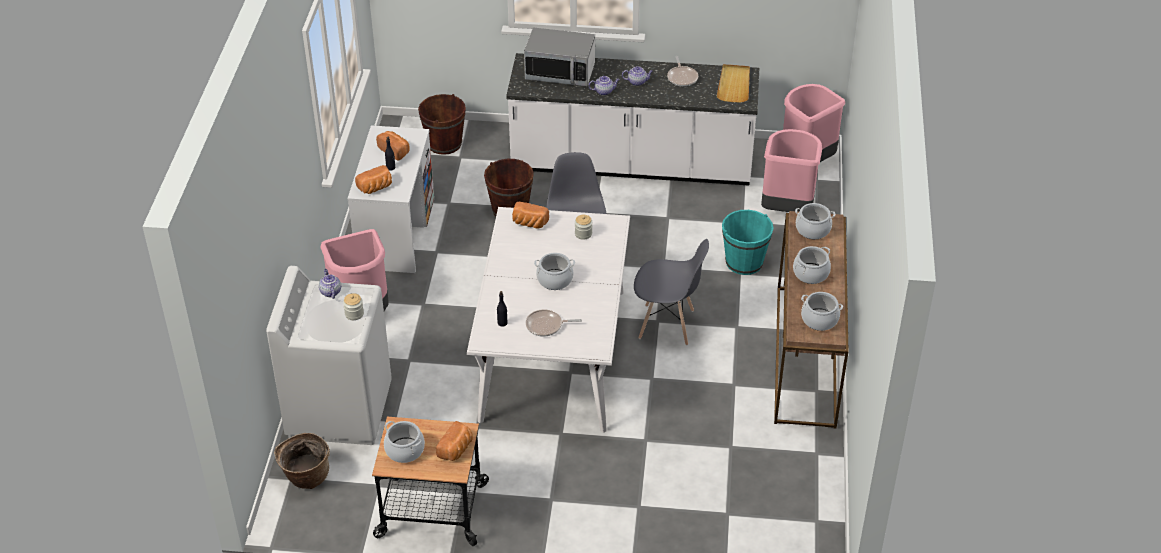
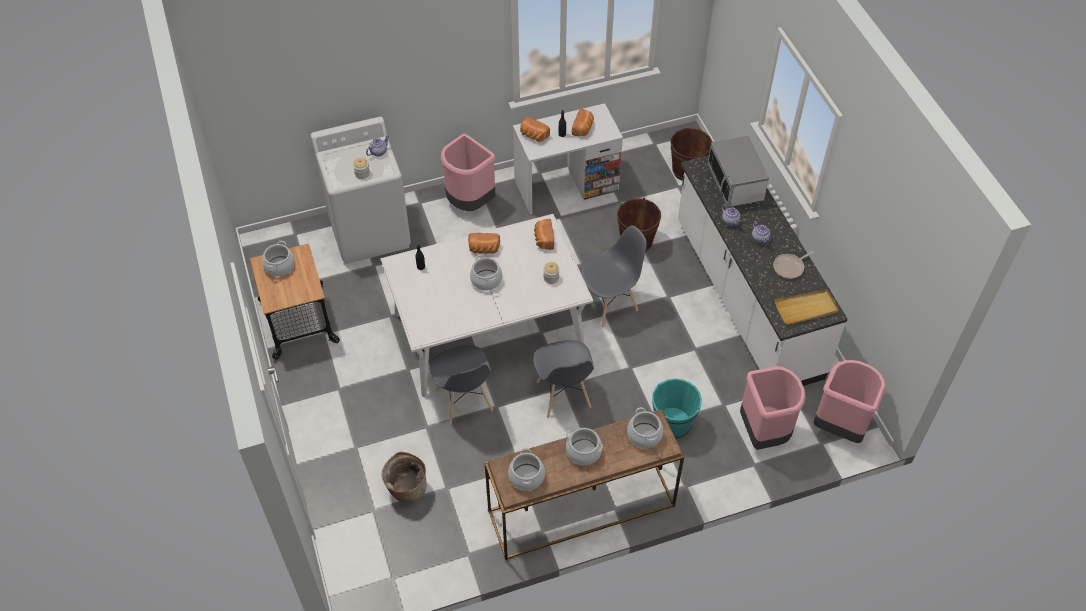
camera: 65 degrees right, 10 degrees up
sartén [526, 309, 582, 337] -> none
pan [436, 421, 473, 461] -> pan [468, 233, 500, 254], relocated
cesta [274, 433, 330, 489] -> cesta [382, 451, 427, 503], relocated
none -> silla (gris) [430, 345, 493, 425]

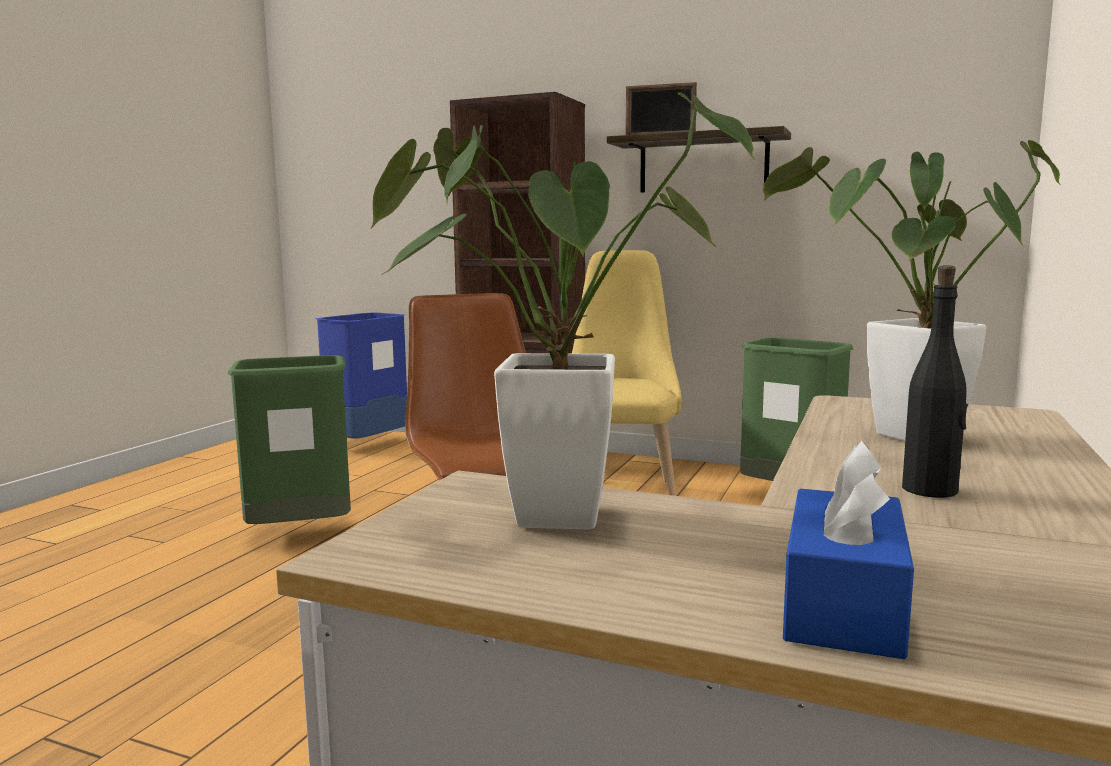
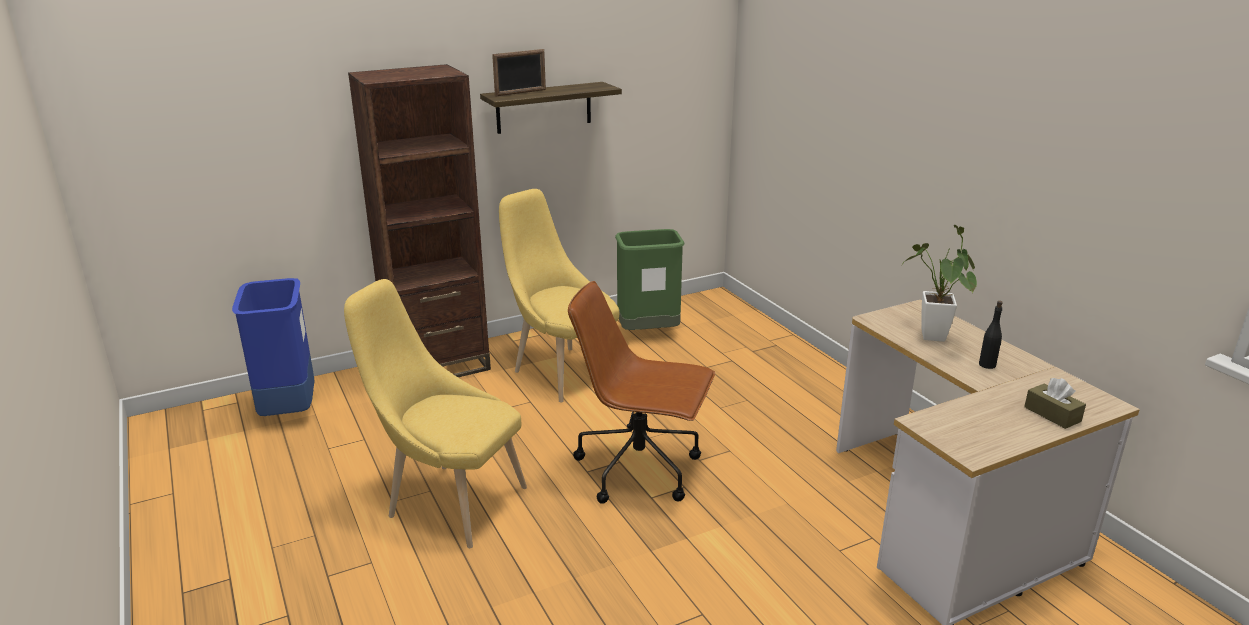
camera: 50 degrees left, 15 degrees up
planta en maceta [371, 92, 754, 530] -> none
papelera (verde) [227, 355, 351, 524] -> silla (amarillo) [344, 279, 527, 548]
caja de pañuelos (azul) [783, 441, 914, 659] -> caja de pañuelos (marrón) [1024, 378, 1086, 429]

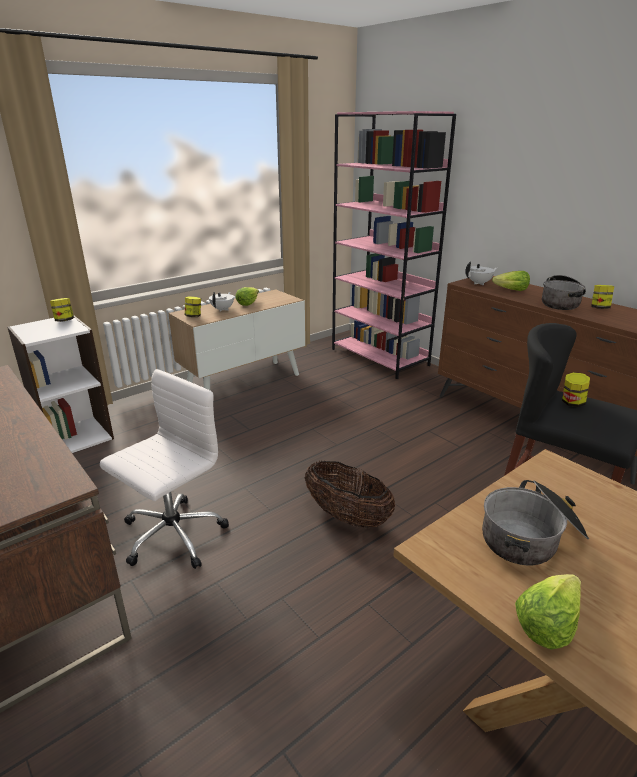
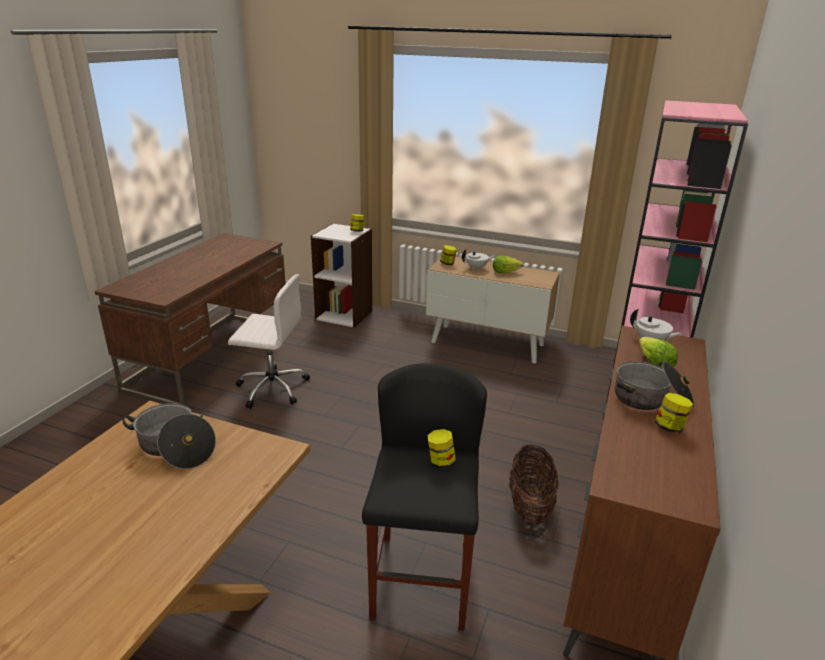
camera: 60 degrees right, 0 degrees up
cesta [305, 461, 395, 528] -> cesta [509, 444, 559, 525], relocated
lechuga [515, 574, 581, 650] -> none

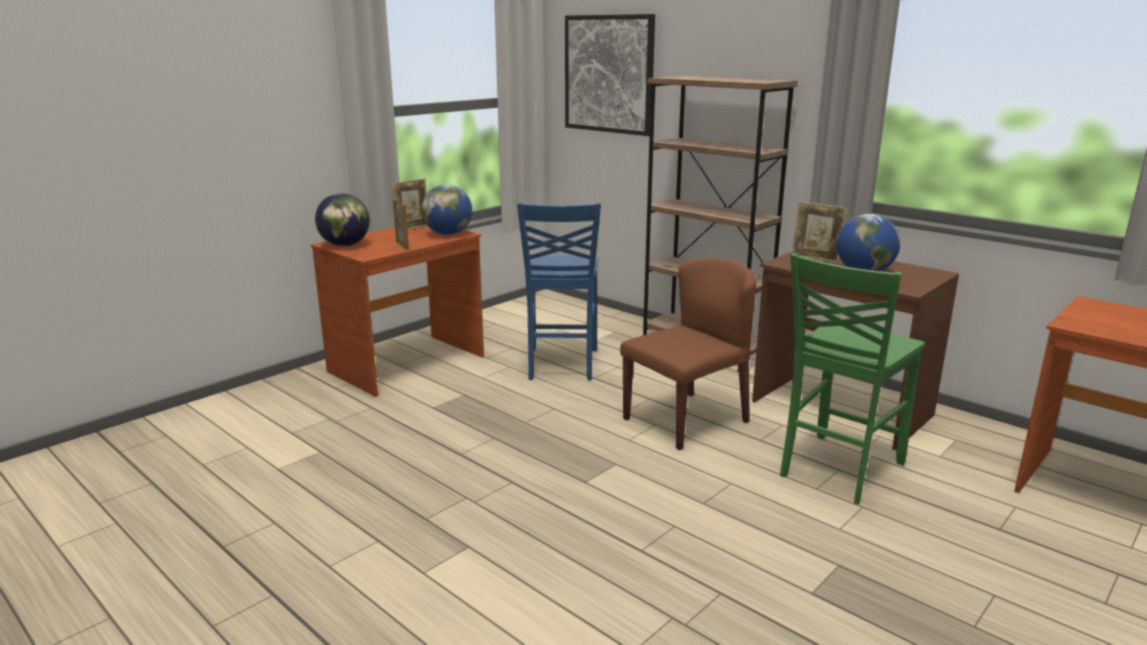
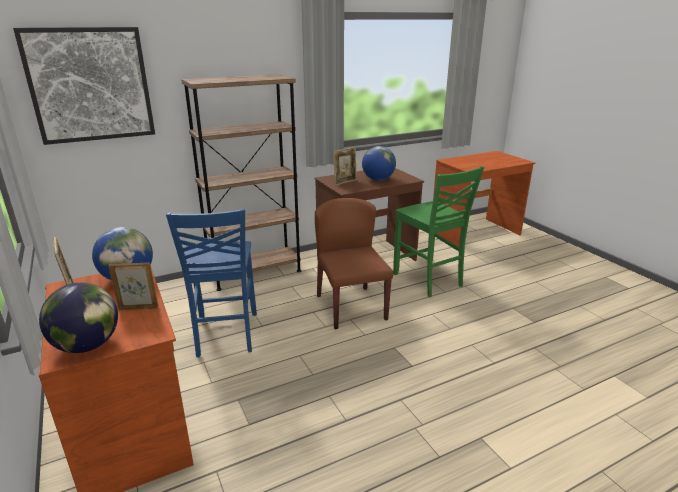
camera: 70 degrees left, 5 degrees up
silla (azul) [517, 202, 601, 381] -> silla (azul) [166, 208, 257, 357], 60 degrees clockwise

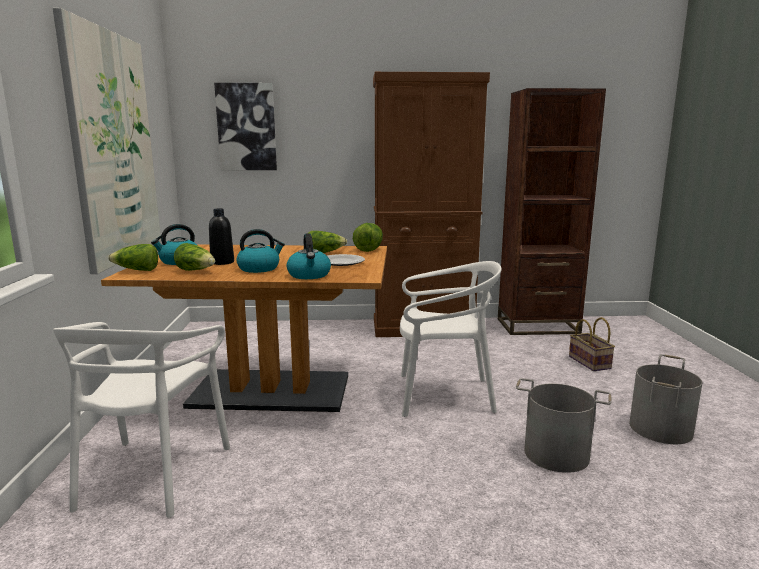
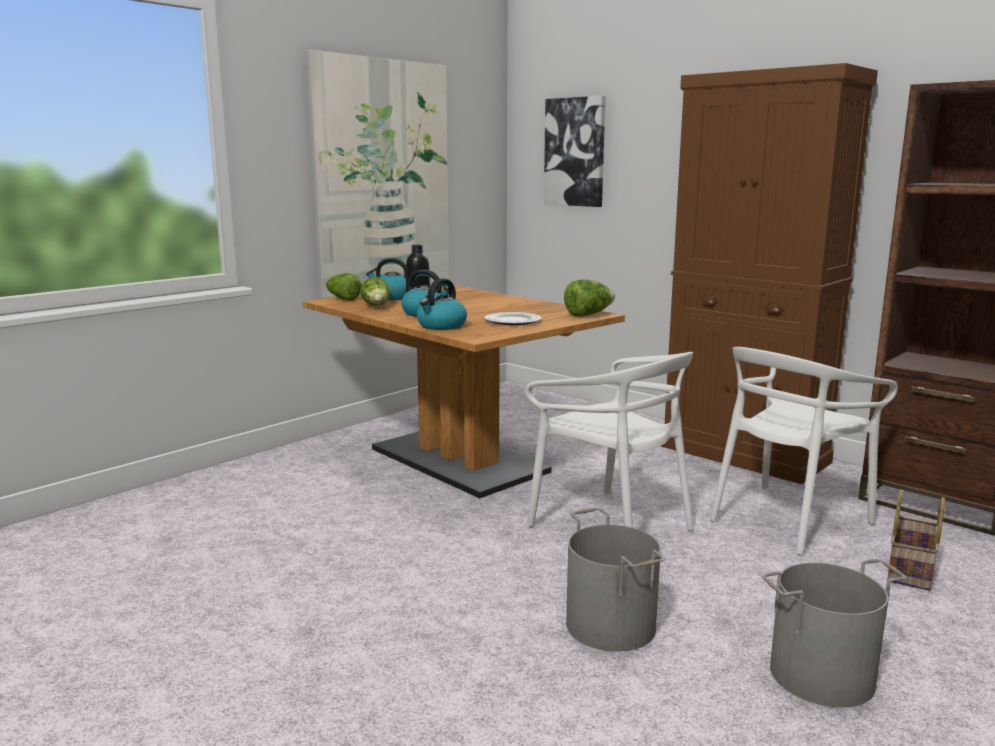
camera: 45 degrees right, 0 degrees up
lechuga [309, 231, 347, 253] -> none
silla (blanco) [53, 322, 230, 518] -> silla (blanco) [710, 347, 898, 555], relocated

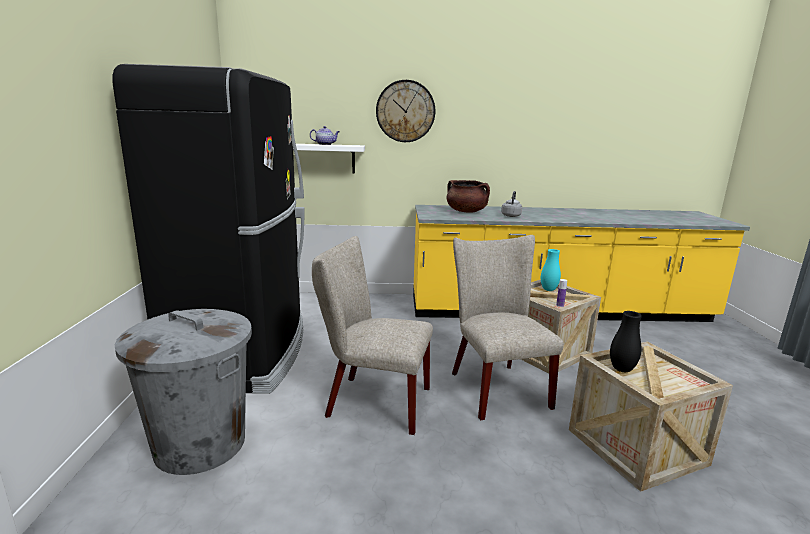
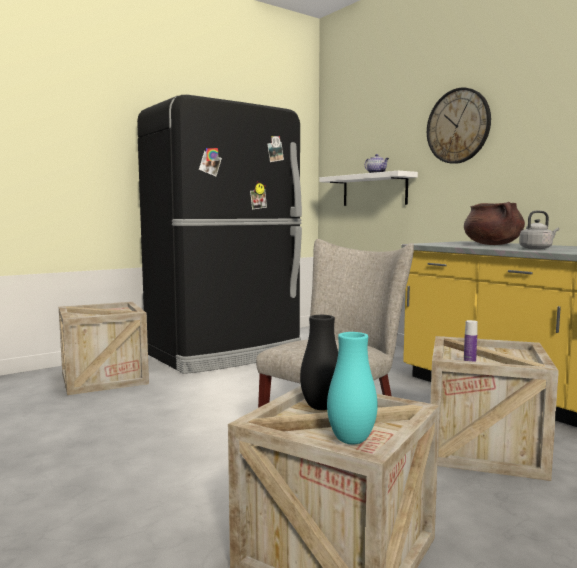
camera: 55 degrees right, 10 degrees down
silla (beis) [312, 236, 433, 435] -> none
florero (turquesa) [541, 249, 561, 291] -> florero (turquesa) [327, 332, 378, 444], relocated
papelera (gris) [115, 309, 252, 475] -> caja de embalaje [59, 302, 149, 395]

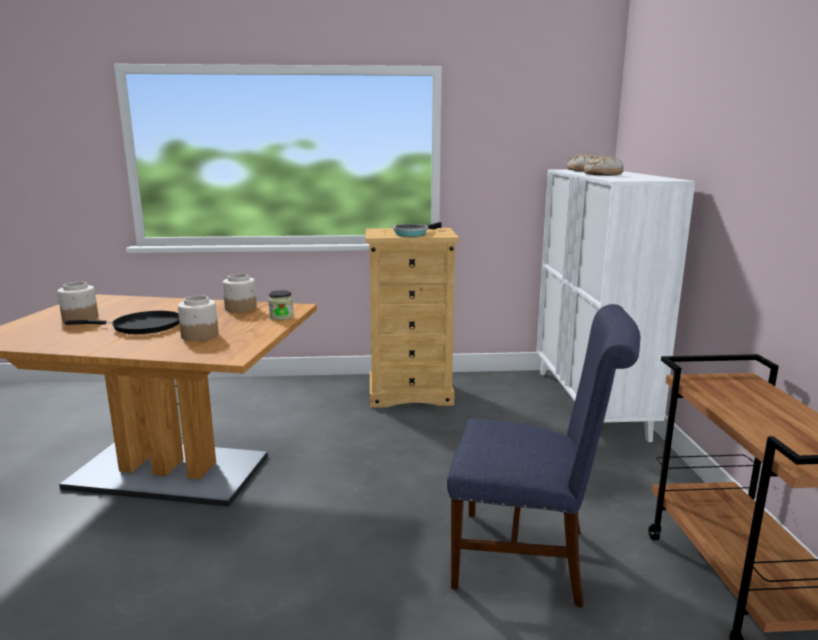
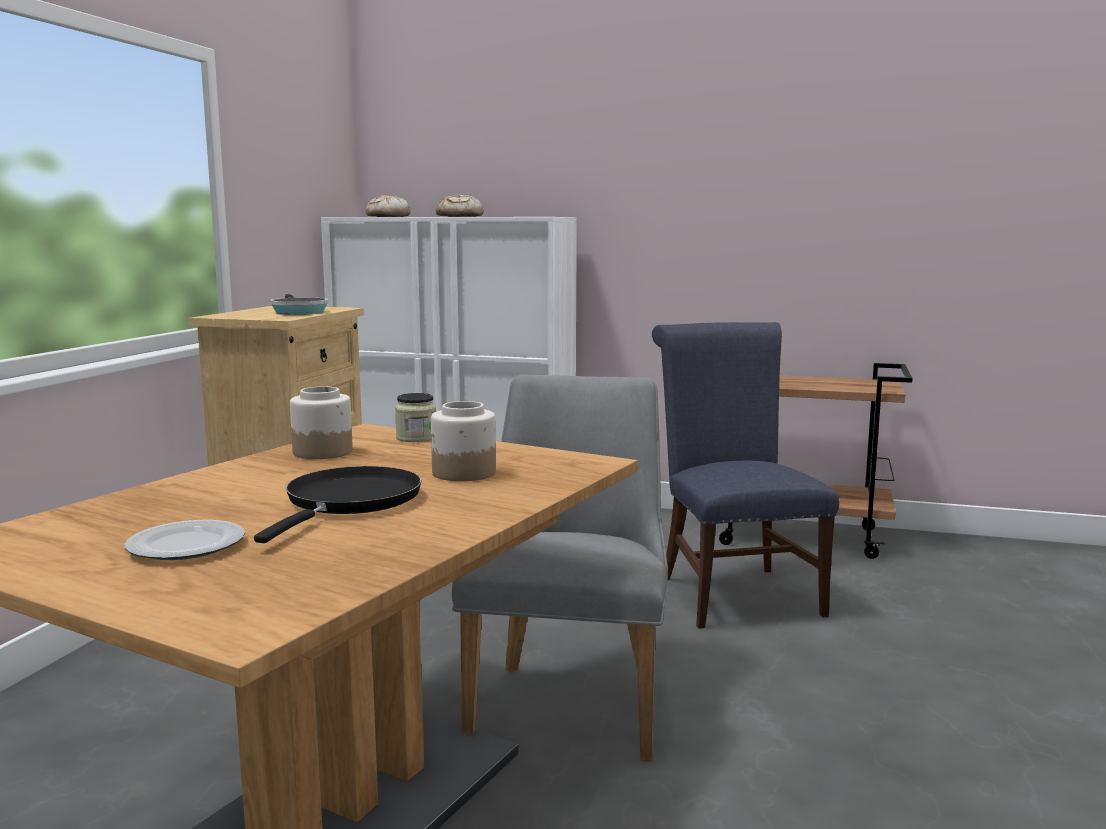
camera: 70 degrees left, 5 degrees down
tarro [57, 282, 98, 322] -> plato [125, 520, 245, 560]
silla (azul) [447, 304, 640, 608] -> silla (azul) [652, 322, 839, 629], 45 degrees counterclockwise
none -> silla (gris) [451, 374, 668, 762]

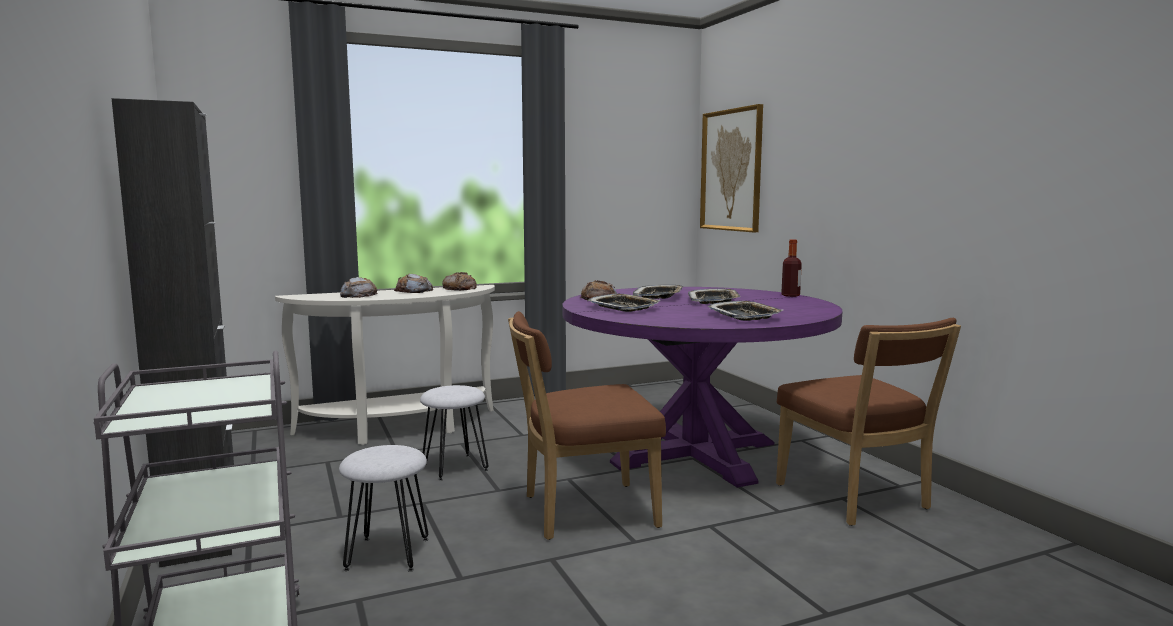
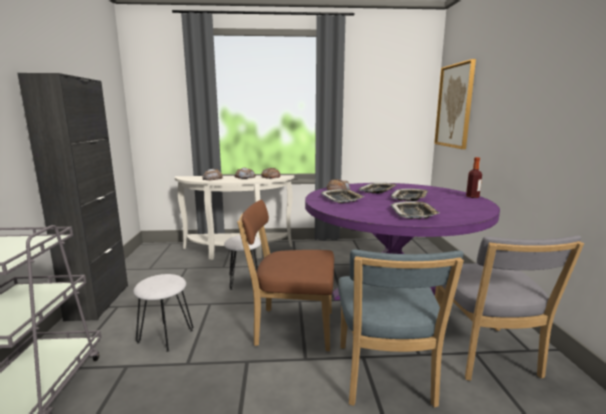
camera: 20 degrees right, 5 degrees up
silla (marrón) [776, 318, 961, 526] -> silla (gris) [435, 235, 584, 381]
none -> silla (azul) [338, 249, 464, 408]

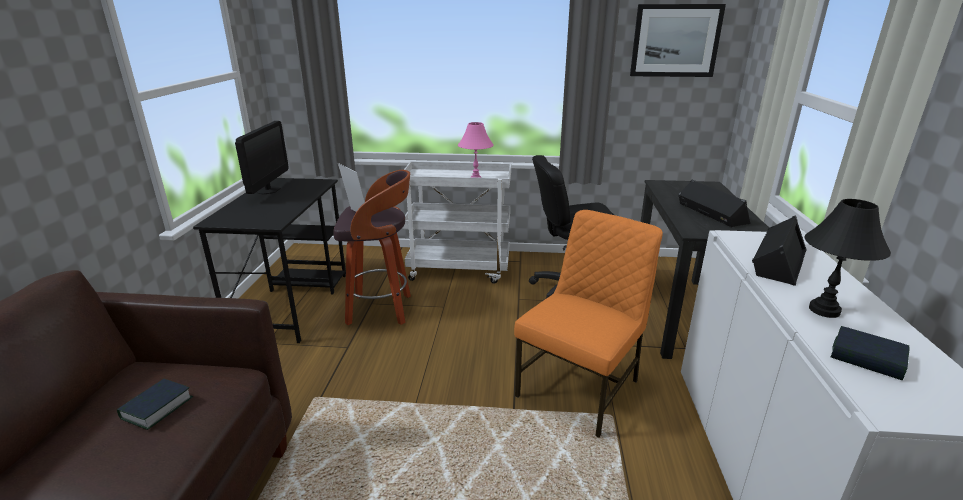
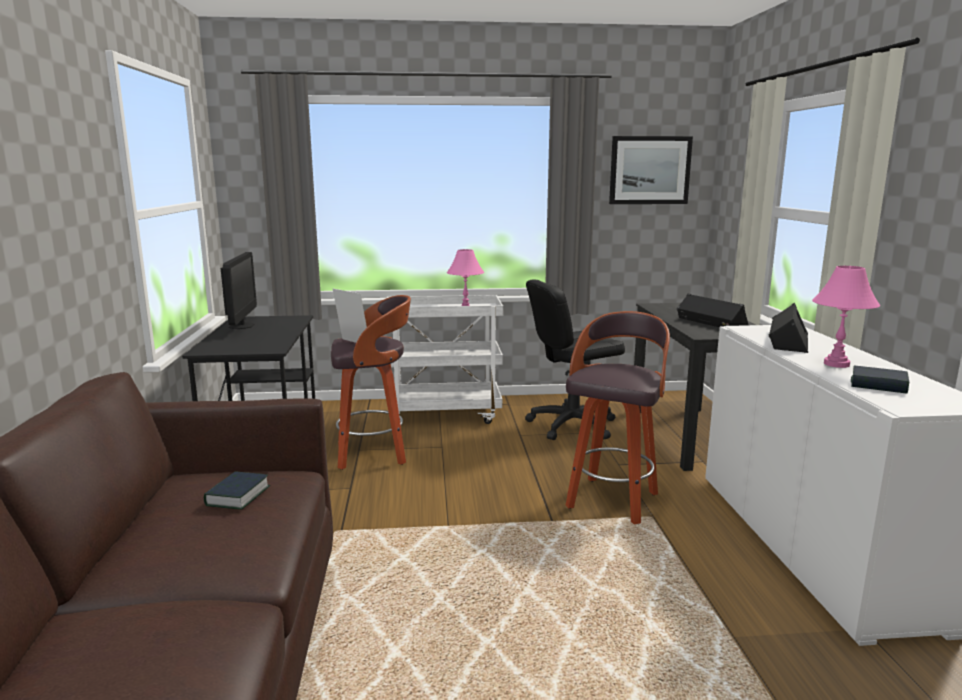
camera: 10 degrees left, 10 degrees down
lámpara de mesa (negro) [805, 199, 891, 318] -> lámpara de mesa (rosa) [812, 266, 880, 368]
silla (naranja) [514, 210, 663, 438] -> taburete [566, 311, 670, 525]

